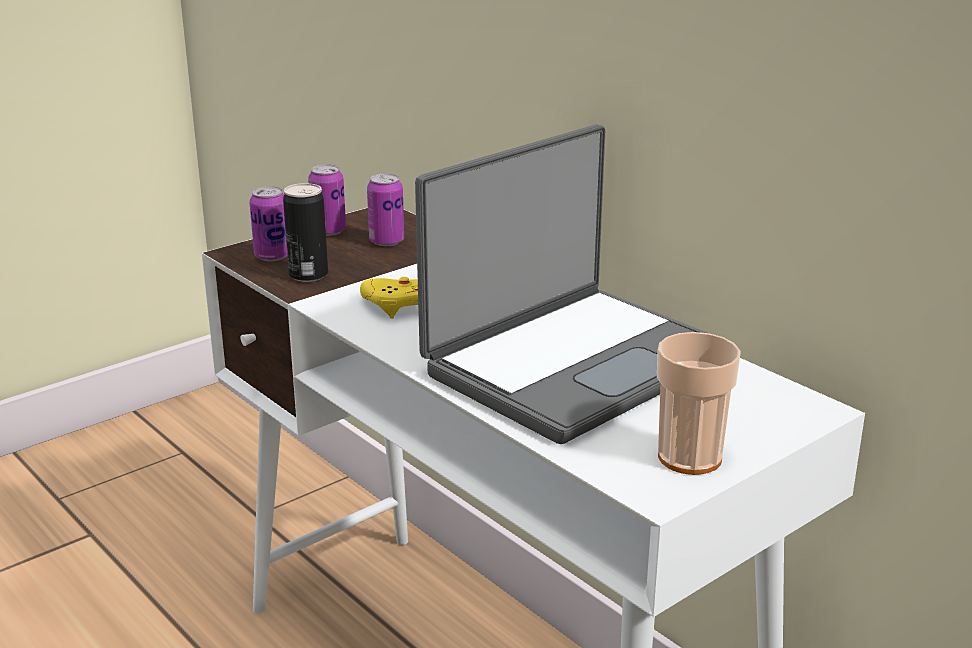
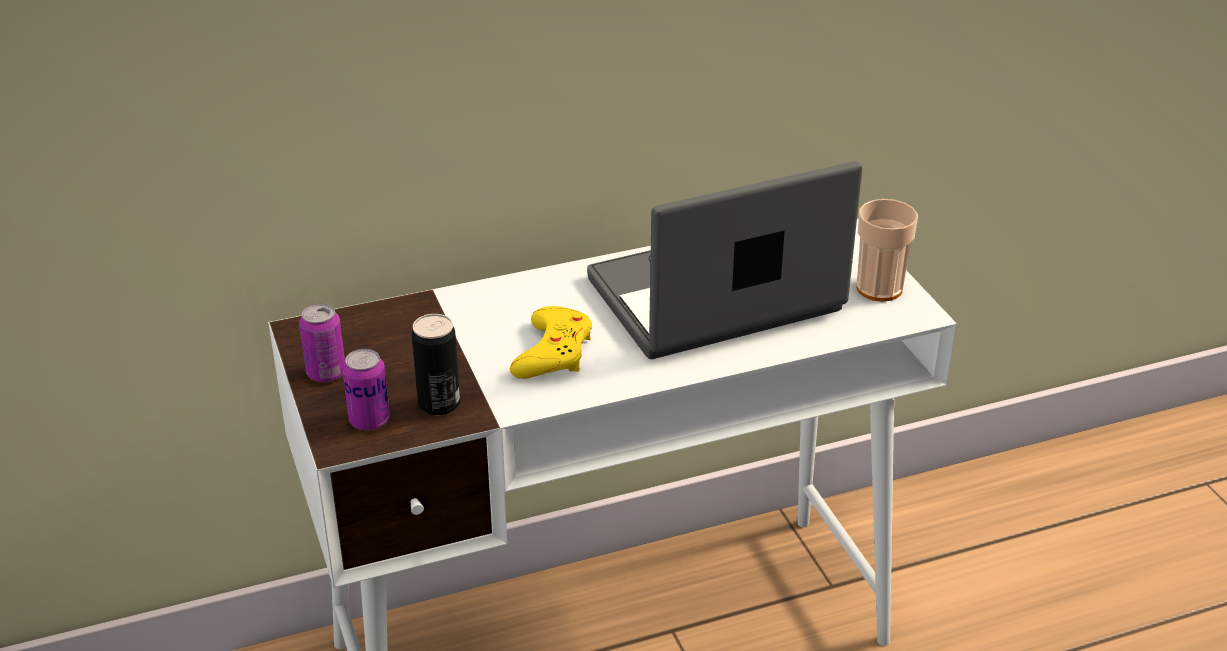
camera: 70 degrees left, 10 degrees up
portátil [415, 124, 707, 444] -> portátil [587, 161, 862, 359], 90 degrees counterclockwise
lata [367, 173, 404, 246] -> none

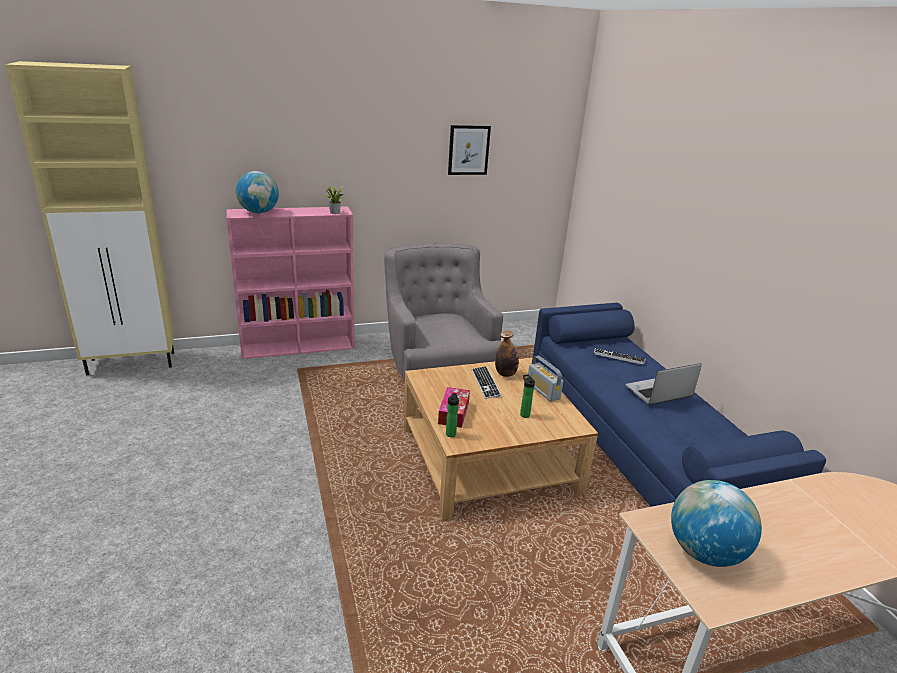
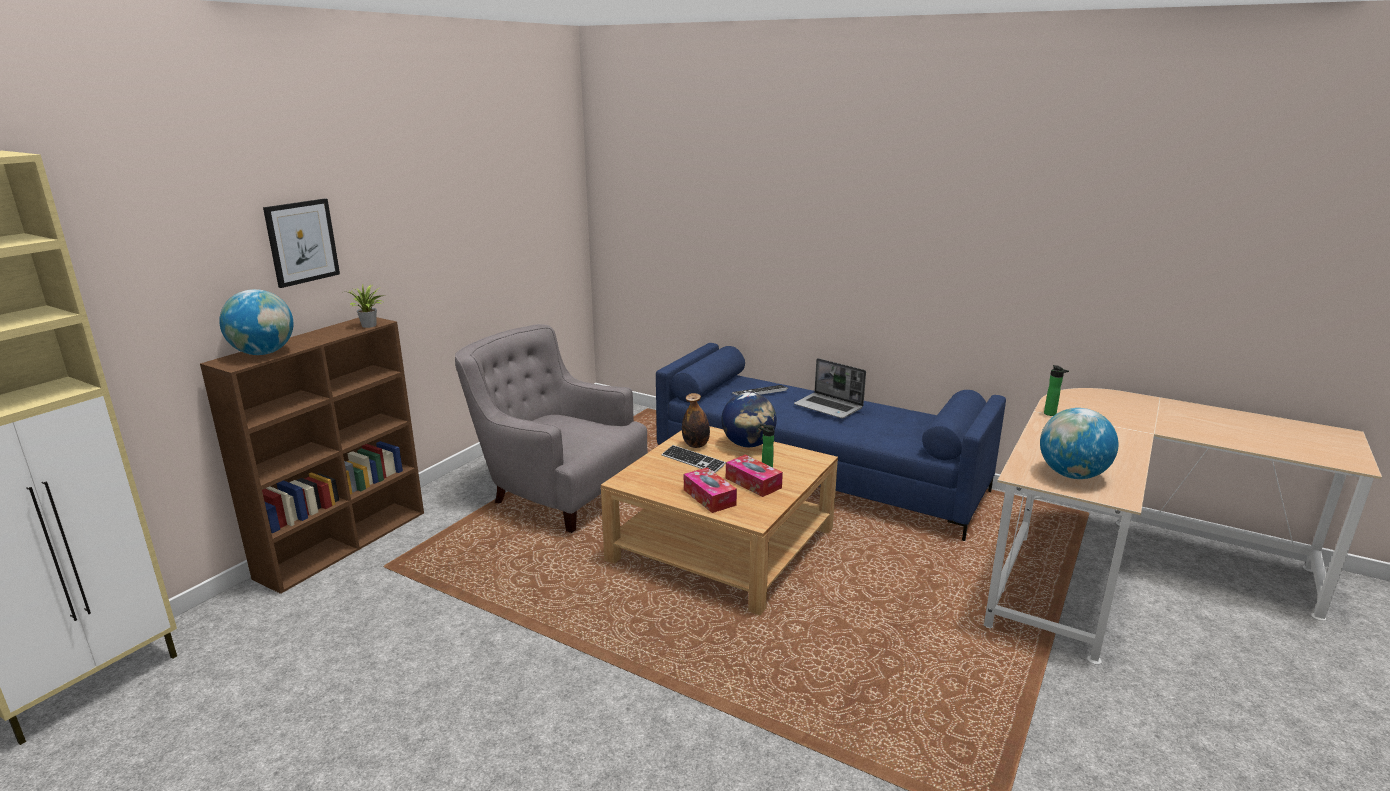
camera: 40 degrees left, 5 degrees down
cuadro [448, 125, 491, 175] -> cuadro [263, 198, 340, 288], relocated
estantería (rosa) [227, 206, 355, 359] -> estantería (marrón) [200, 317, 424, 594]
radio [528, 356, 563, 402] -> globo terráqueo [721, 392, 777, 447]
portátil [625, 363, 702, 405] -> portátil [794, 358, 866, 419], 75 degrees counterclockwise
botella [446, 393, 459, 437] -> botella [1044, 365, 1069, 416], relocated
none -> caja de pañuelos [726, 455, 783, 497]

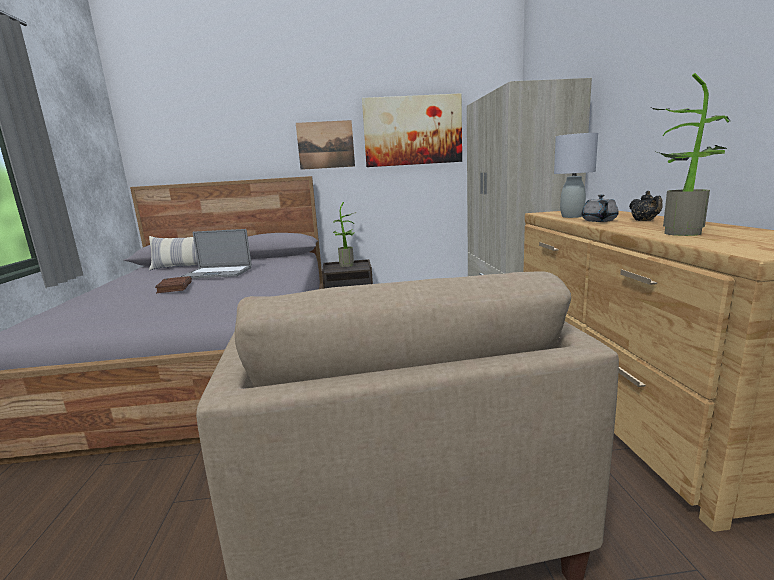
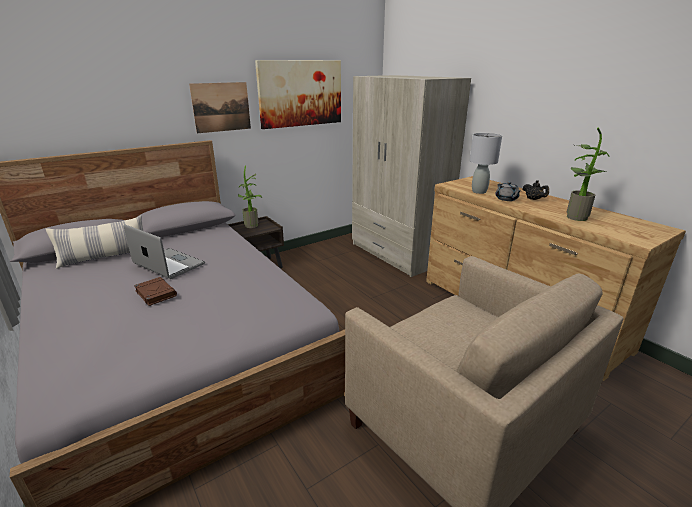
camera: 30 degrees left, 10 degrees up
portátil [181, 229, 252, 278] -> portátil [123, 224, 205, 279], 120 degrees counterclockwise

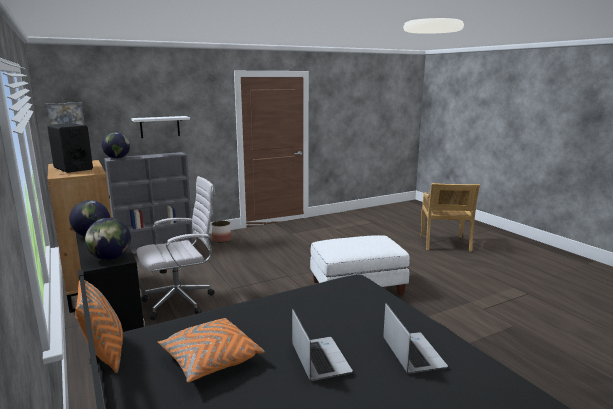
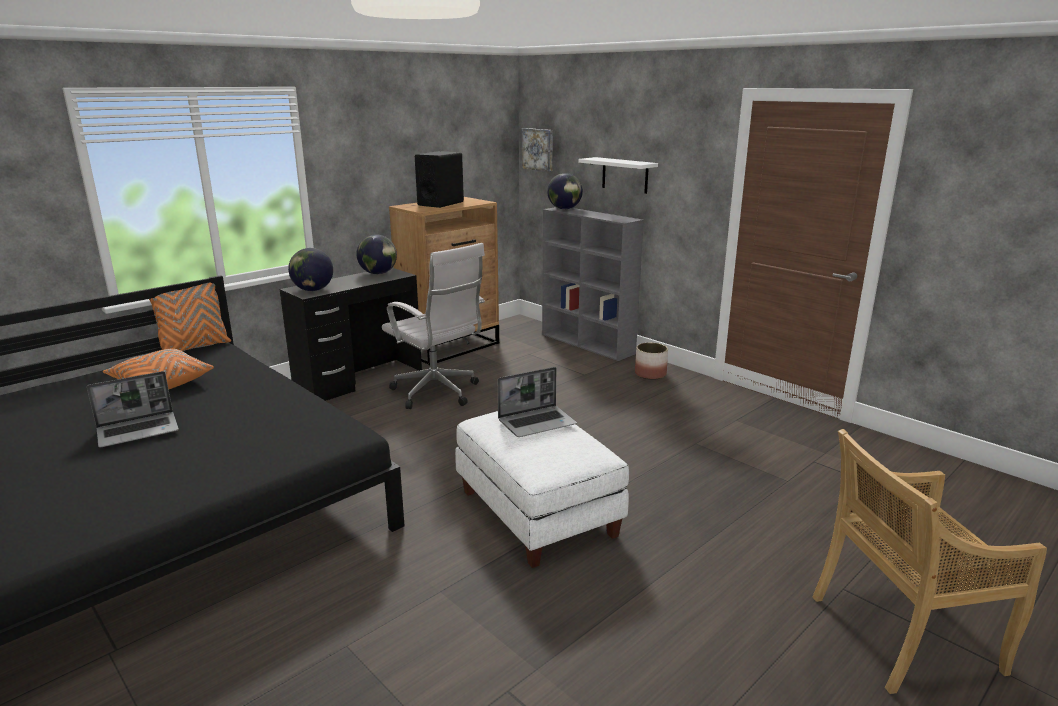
camera: 75 degrees right, 5 degrees up
portátil [383, 303, 448, 374] -> portátil [498, 367, 577, 437], relocated

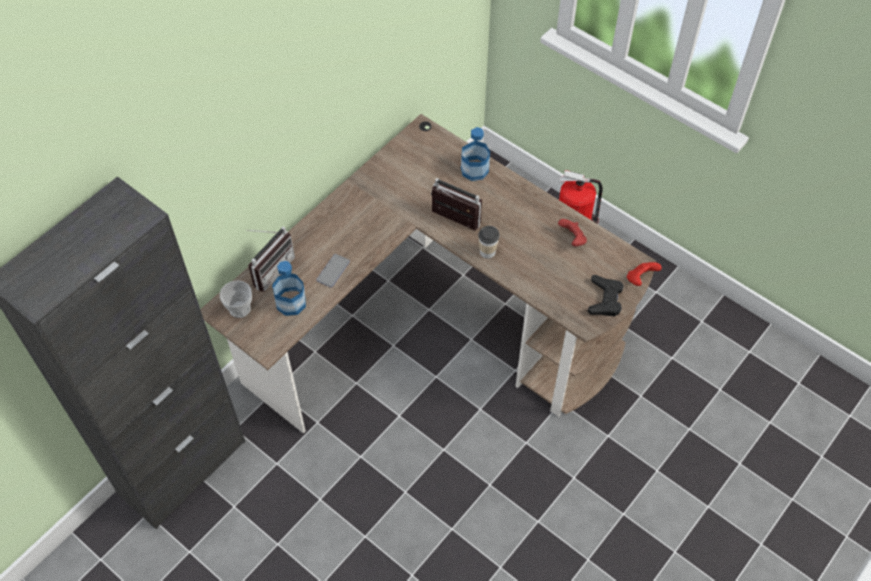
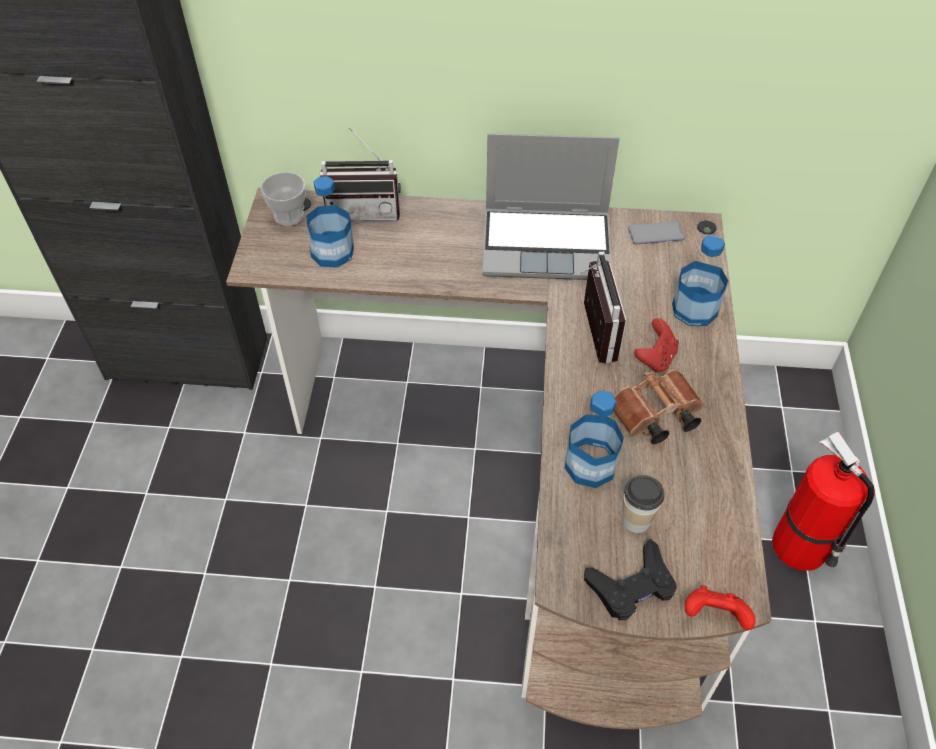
camera: 55 degrees right, 5 degrees down
mando de consola (rojo) [558, 219, 587, 246] -> mando de consola (rojo) [634, 318, 679, 373], relocated
taza [478, 226, 500, 259] -> taza [622, 475, 665, 533], relocated
móvil [316, 254, 350, 287] -> móvil [628, 221, 685, 244], relocated
none -> portátil [482, 133, 620, 280]
none -> prismáticos (marrón) [614, 370, 704, 444]
none -> botella [565, 391, 624, 488]

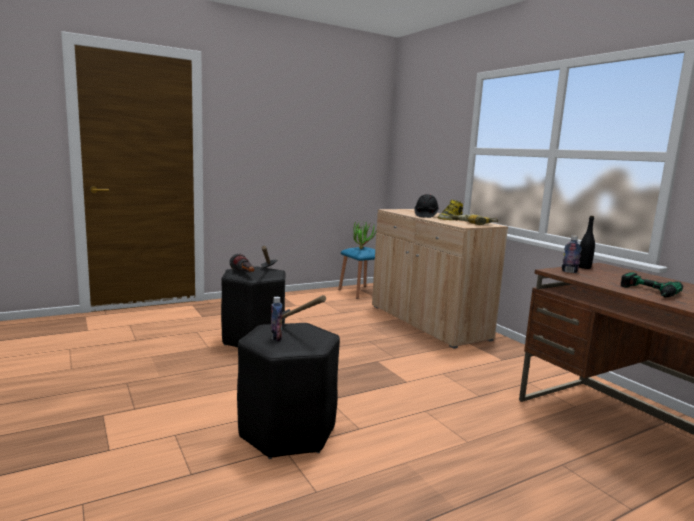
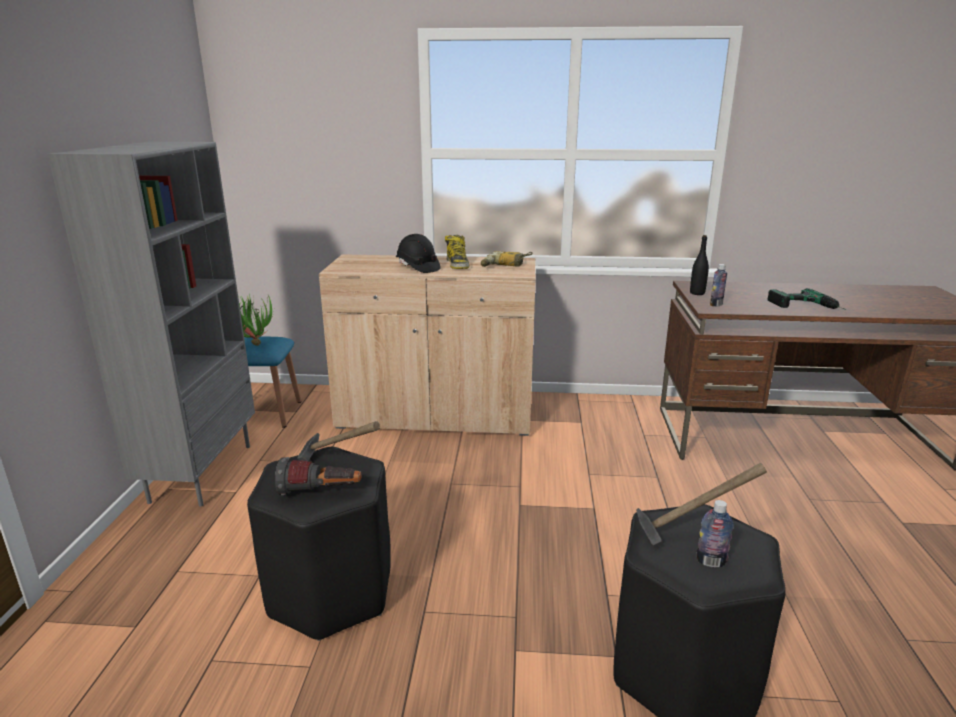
camera: 55 degrees left, 10 degrees up
none -> estantería (gris) [48, 142, 255, 507]

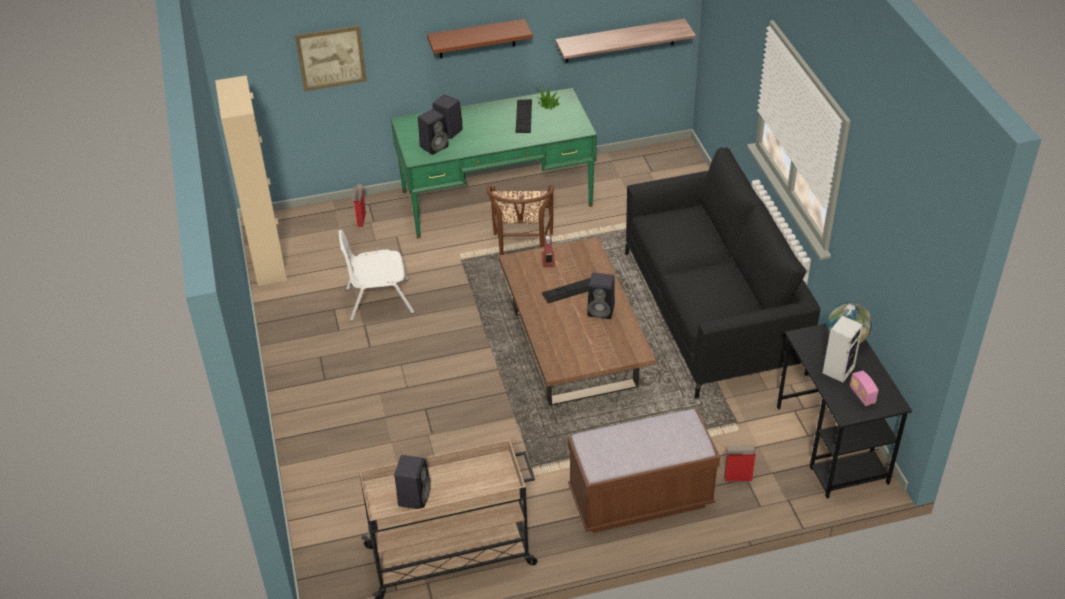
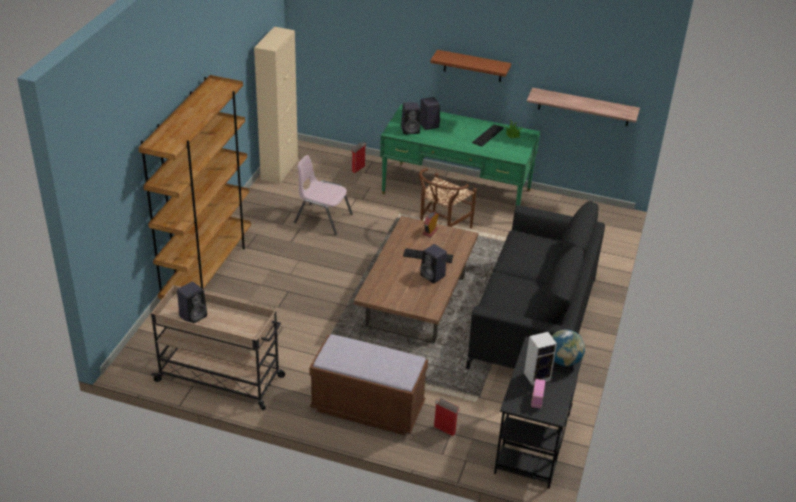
camera: 30 degrees right, 5 degrees down
cuadro [295, 25, 367, 91] -> none
silla (blanco) [339, 230, 414, 321] -> silla (rosa) [294, 155, 353, 235]
none -> estantería (marrón) [138, 75, 251, 300]

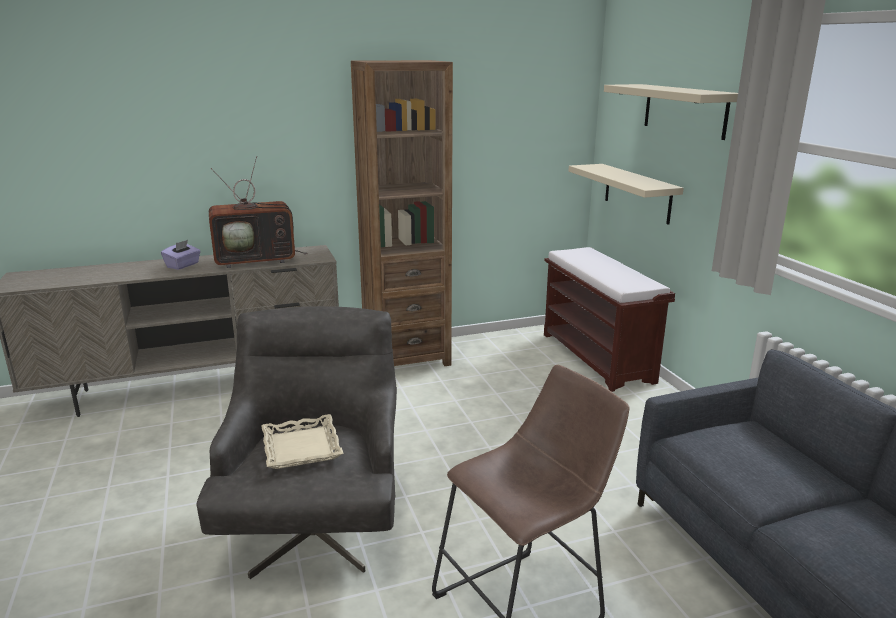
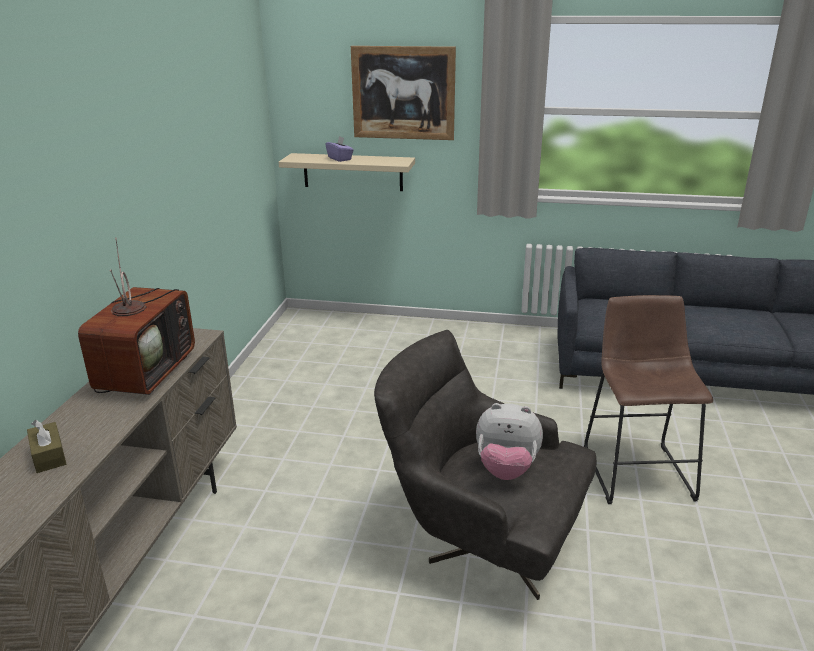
camera: 60 degrees left, 5 degrees up
estantería (marrón) [351, 60, 453, 366] -> none
estante (beis) [604, 84, 738, 140] -> cuadro [351, 46, 456, 140]
caja de pañuelos (morado) [161, 240, 201, 270] -> caja de pañuelos (morado) [325, 136, 354, 162], relocated
banco (marrón) [544, 247, 675, 392] -> none
bandeja (beis) [261, 414, 344, 469] -> peluche [476, 403, 543, 480]
none -> caja de pañuelos (marrón) [27, 420, 66, 473]

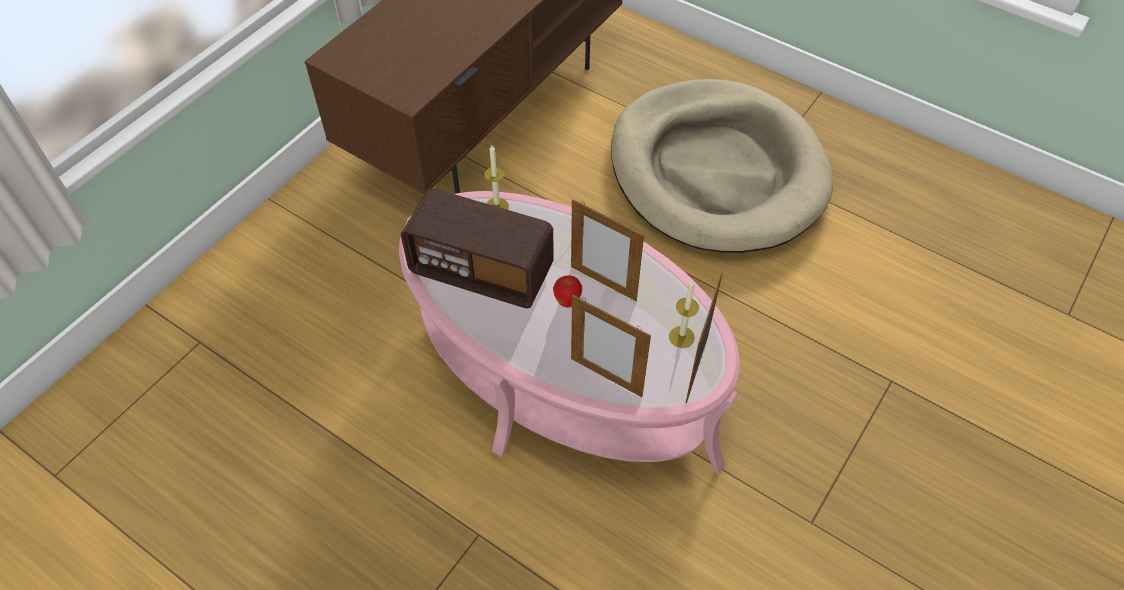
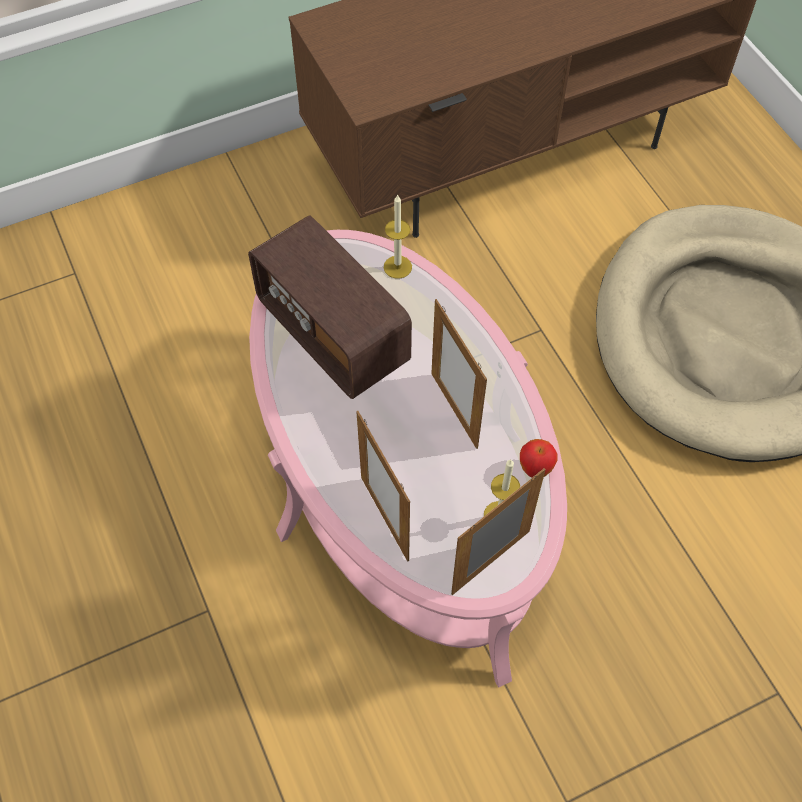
camera: 30 degrees right, 5 degrees up
manzana [553, 275, 582, 307] -> manzana [520, 439, 558, 478], relocated

